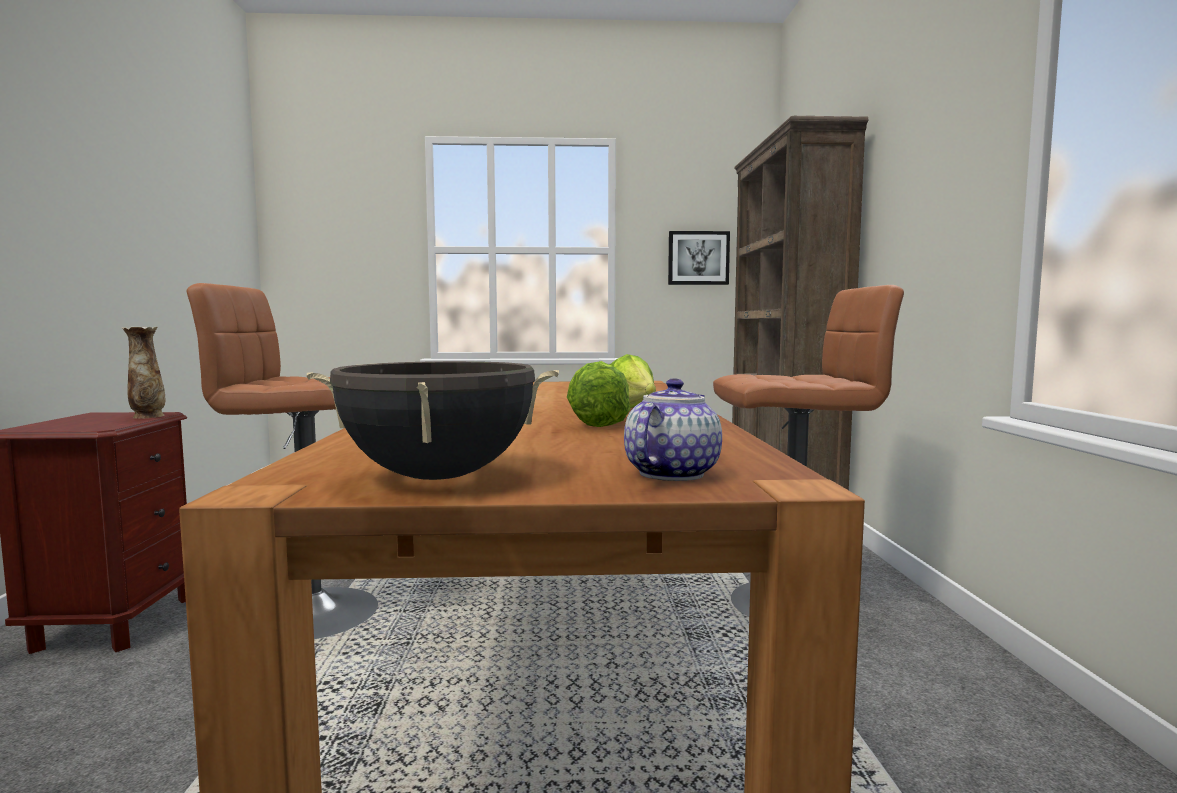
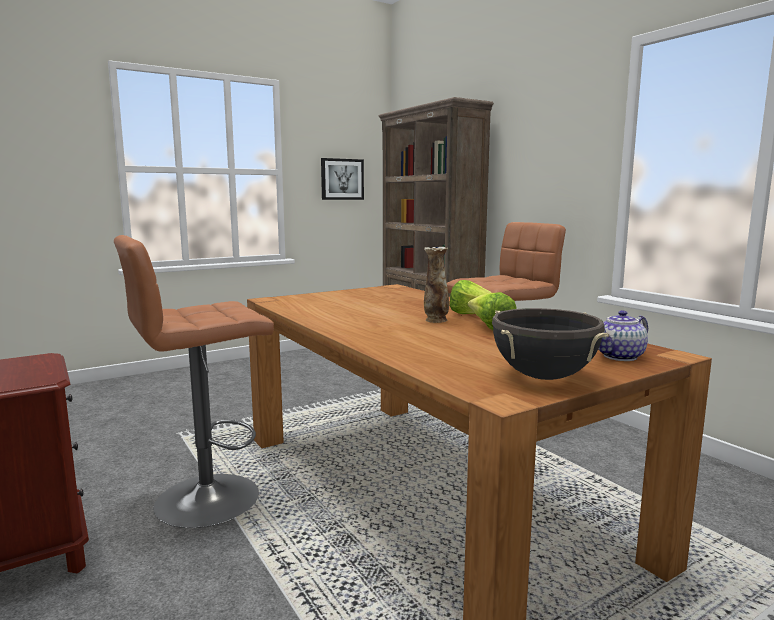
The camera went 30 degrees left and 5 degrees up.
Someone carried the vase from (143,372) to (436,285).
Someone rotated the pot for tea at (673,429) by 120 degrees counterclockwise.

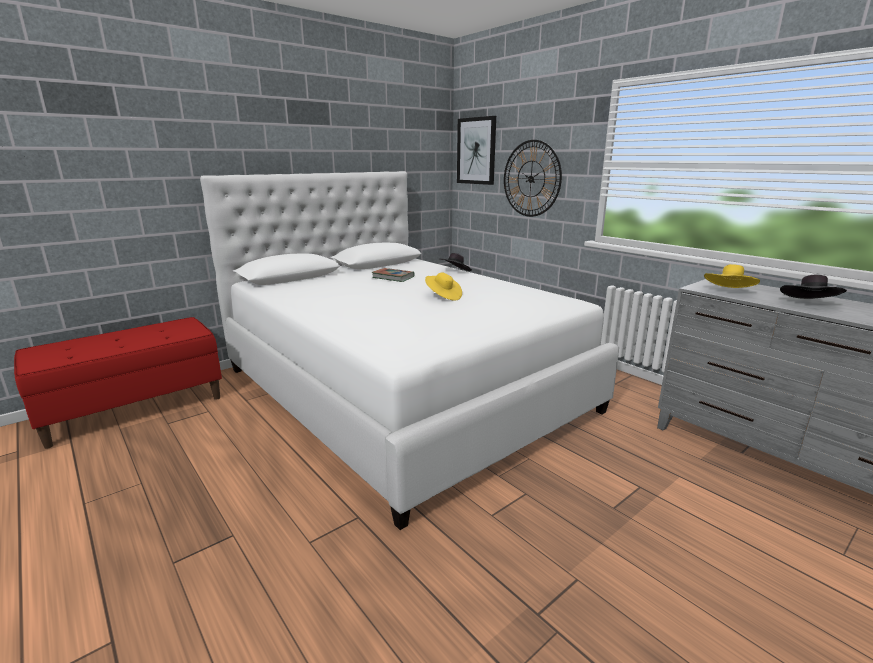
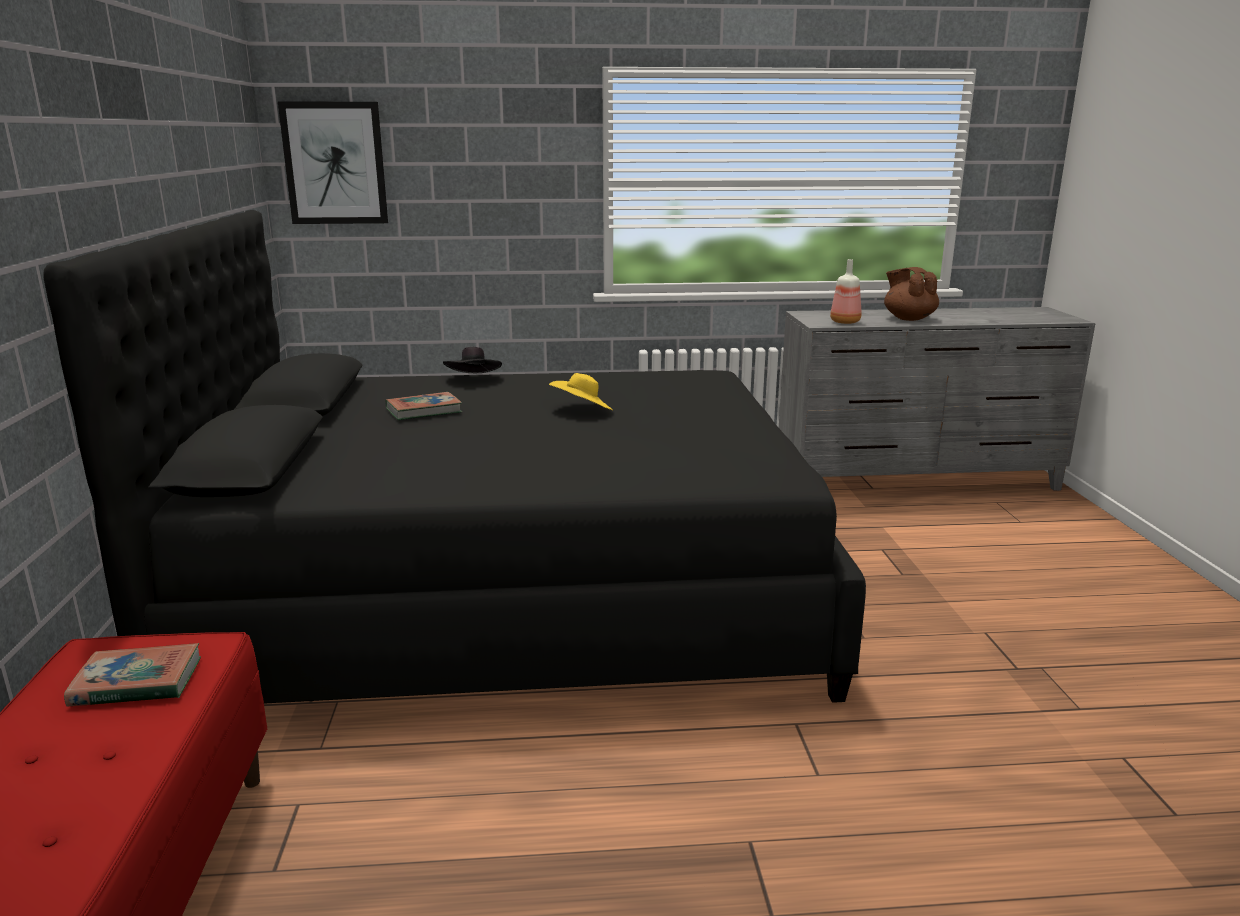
The camera went 55 degrees left and 0 degrees up.
Someone repainted the white sleeping bed at (409,350), which became the blackish sleeping bed at (454,457).
Someone took away the clock on the wall at (533,178).
Someone swapped the yellow-coloured wearable hat at (732,276) for the beverage bottle at (845,291).
Someone swapped the blackish wearable hat at (813,286) for the brown pot for tea at (911,294).
Someone put down the book at (132,675).

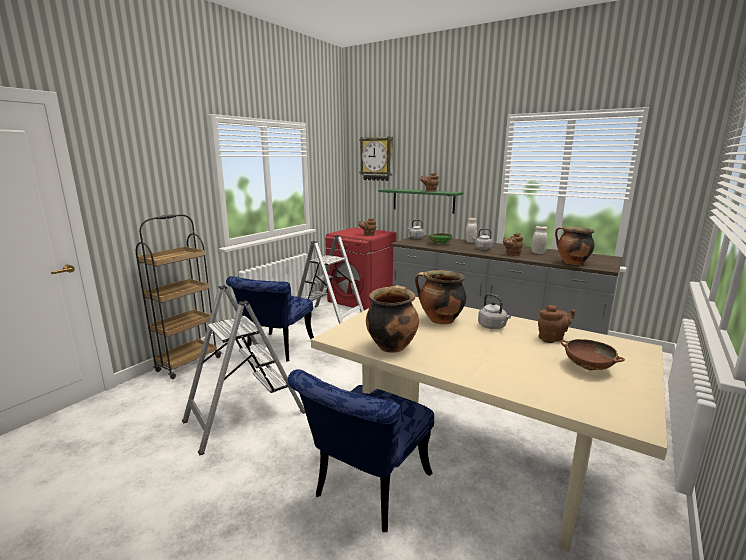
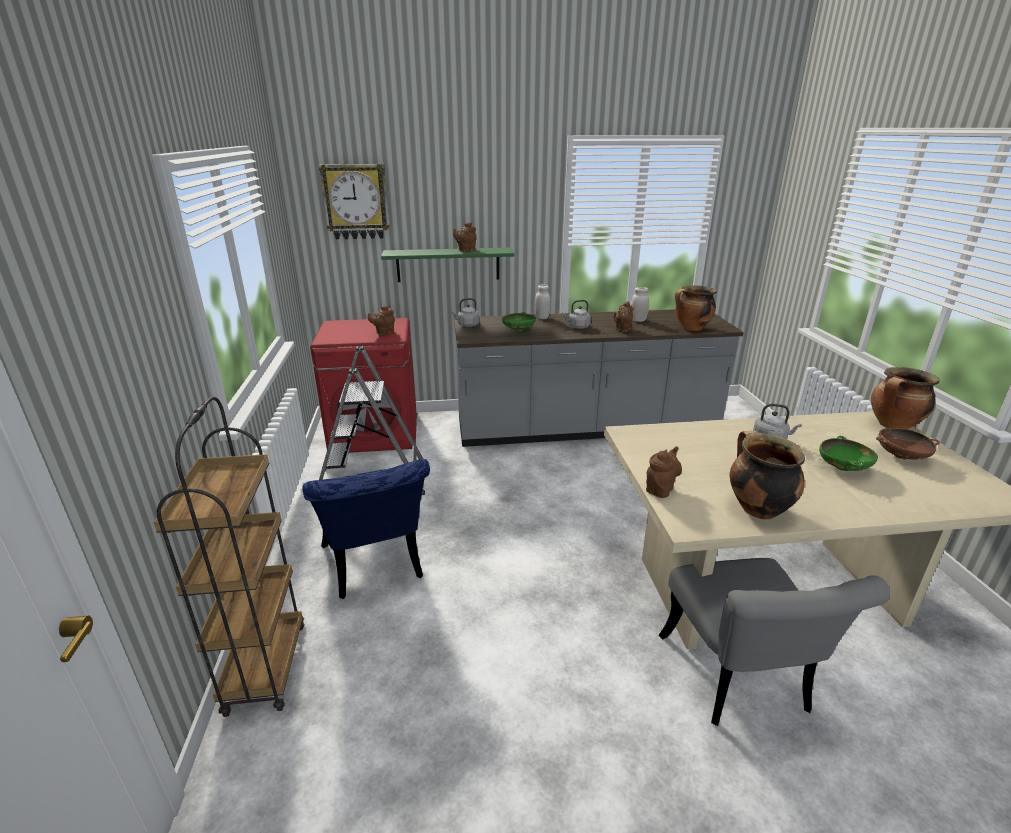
The camera went 40 degrees left and 10 degrees up.
Someone took away the grey step ladder at (244,370).
Someone repainted the blue plain chair at (361,450), which became the grey plain chair at (774,642).
Someone carried the cooking pot from (440,297) to (905,398).
Someone carried the brown pot for tea from (556,324) to (664,472).
Someone put down the greenish serving bowl at (848,453).

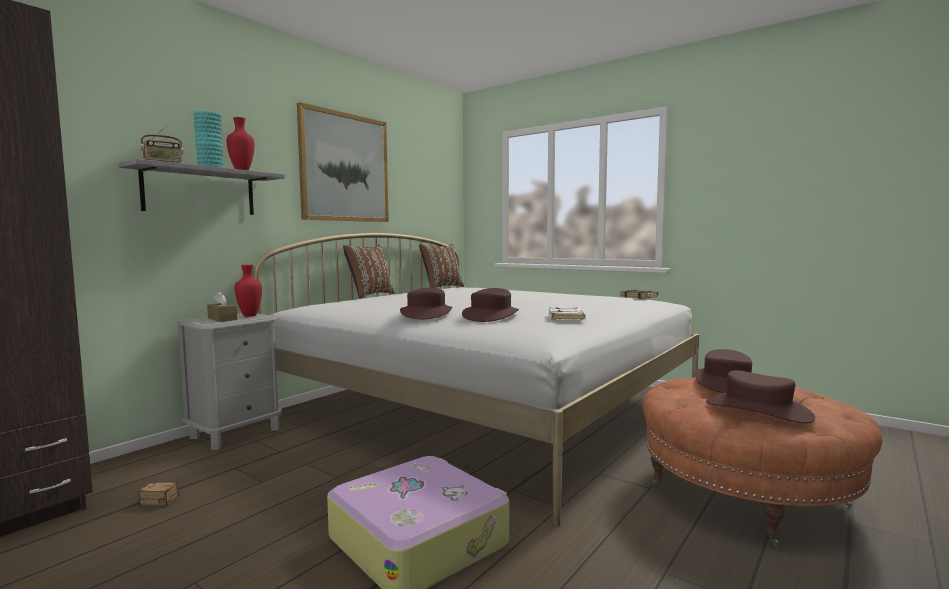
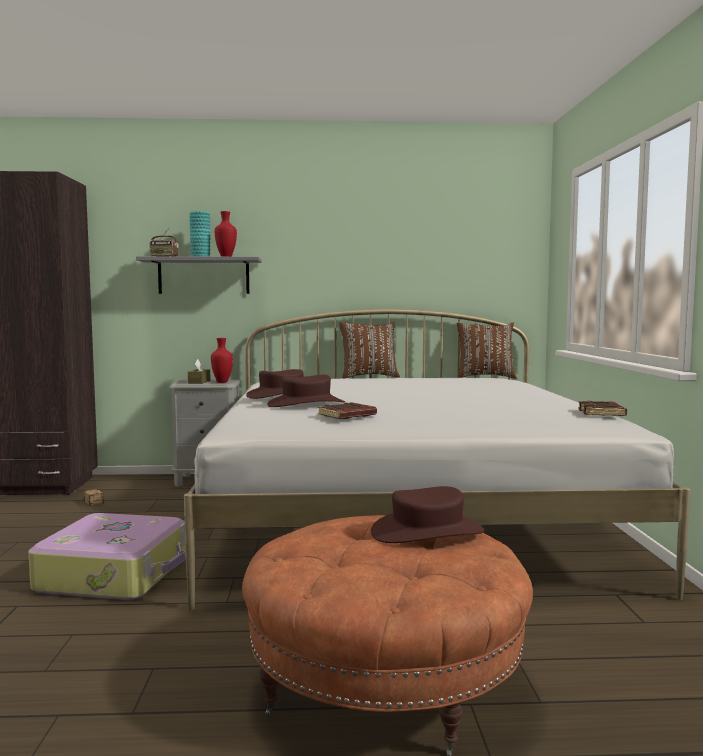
The camera went 50 degrees right and 0 degrees up.
Someone took away the wall art at (343,162).
Someone repainted the white book at (567,313), which became the brown book at (347,410).
Someone took away the brown wearable hat at (760,397).

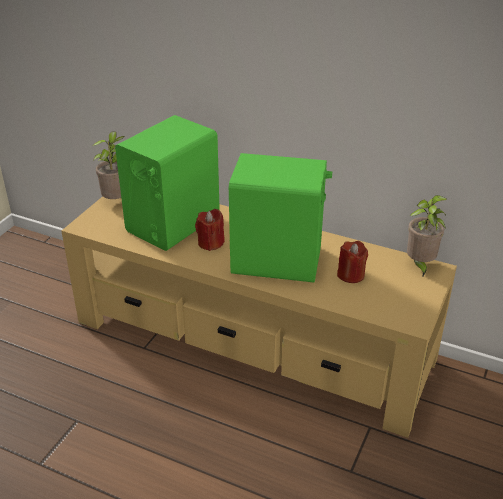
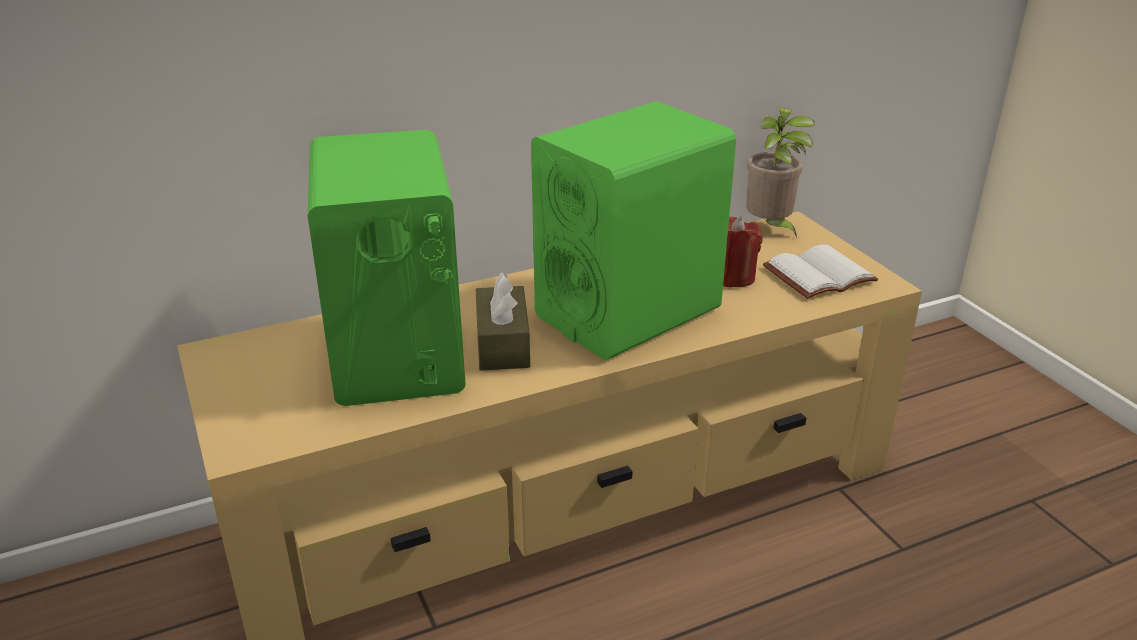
The camera went 50 degrees left and 5 degrees down.
Someone took away the potted plant at (108,165).
Someone swapped the reddish candle at (210,230) for the brown tissue holder at (503,321).
Someone put down the white book at (820,272).

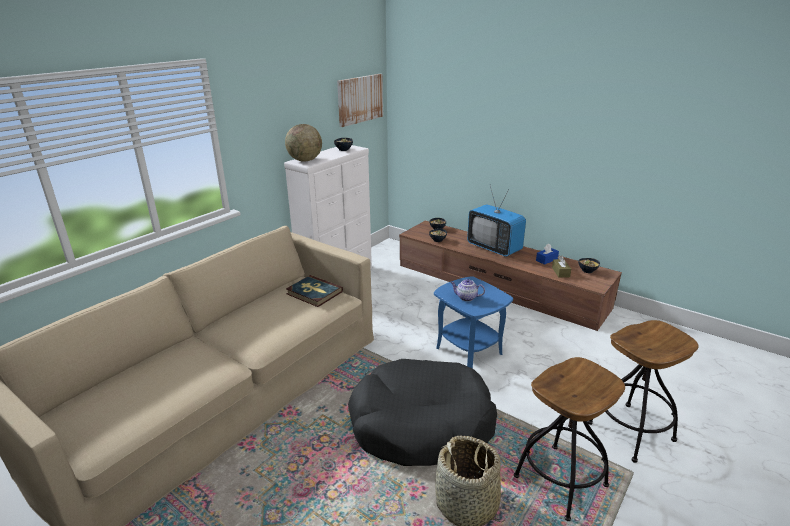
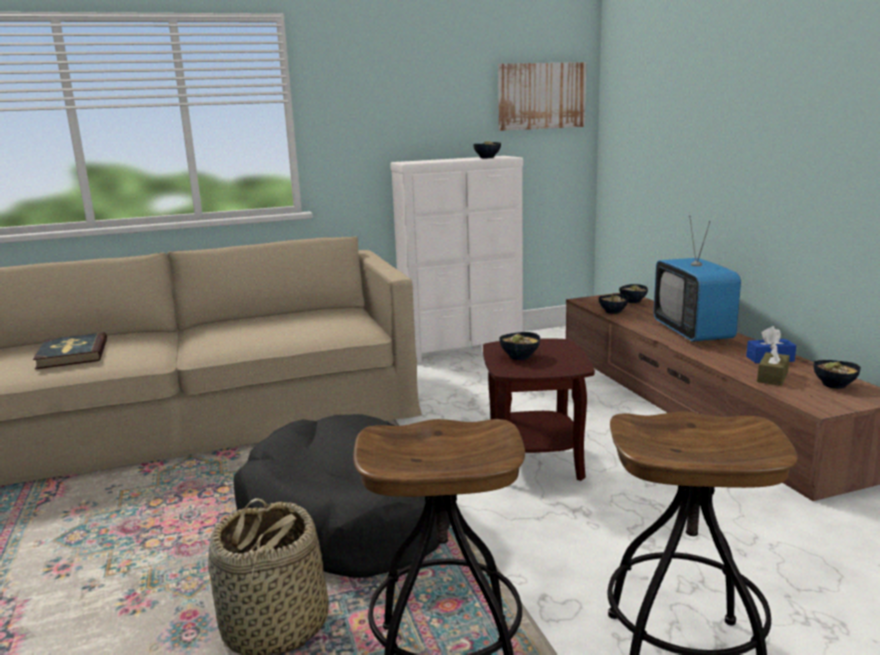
The camera went 35 degrees right and 10 degrees down.
Someone took away the desk globe at (303,143).
Someone carried the book from (314,291) to (70,350).
Someone repainted the blue side table at (473,322), which became the brown side table at (539,409).
Someone swapped the pot for tea at (467,290) for the serving bowl at (519,346).

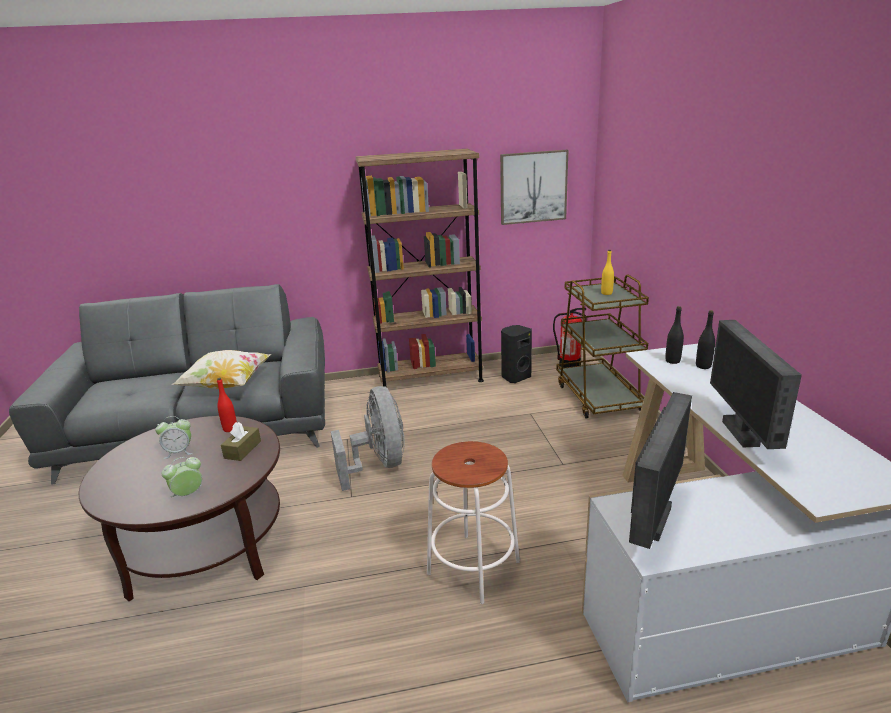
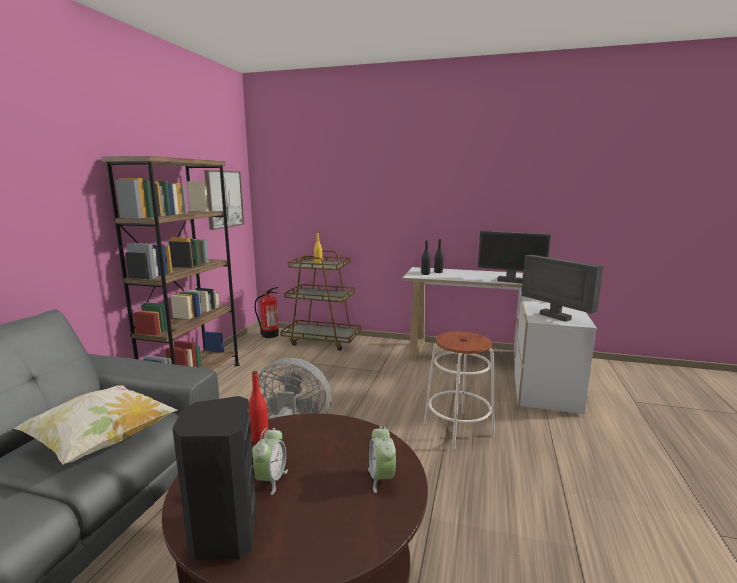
The camera went 65 degrees left and 10 degrees down.
Someone took away the brown tissue holder at (241,441).
Someone carried the blackish loudspeaker from (516,354) to (214,478).

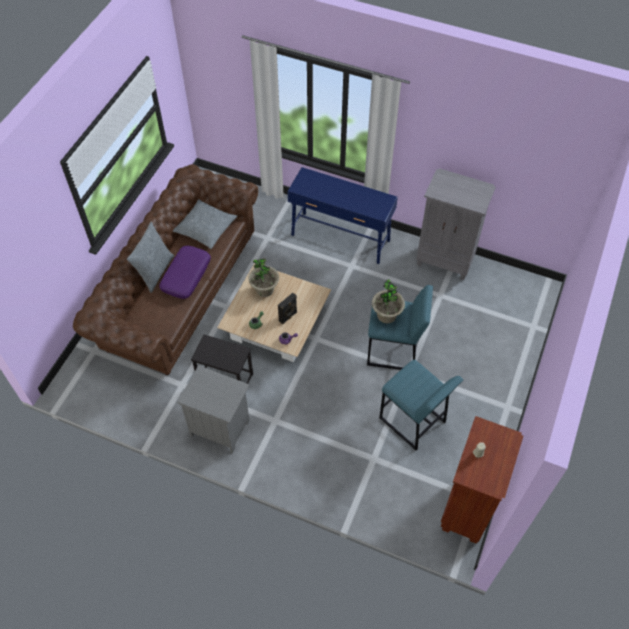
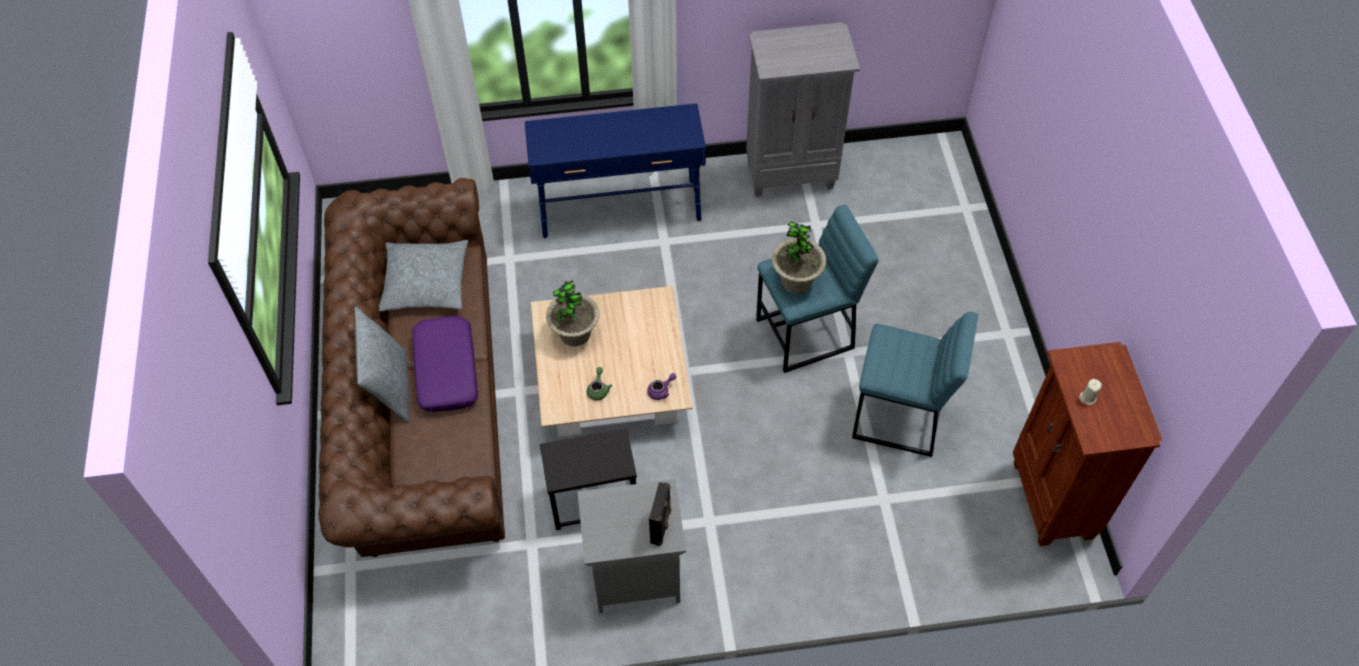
The camera went 30 degrees left and 0 degrees up.
Someone carried the blackish loudspeaker from (287,308) to (660,514).

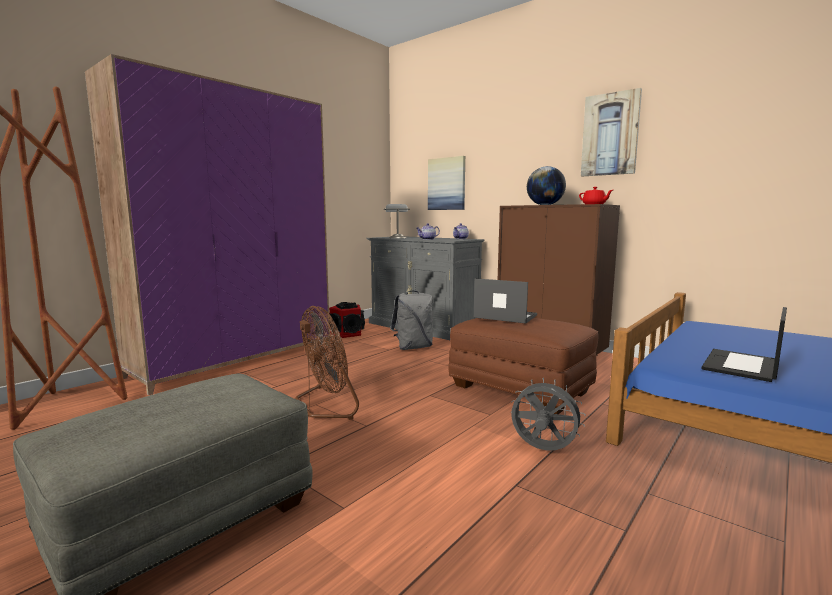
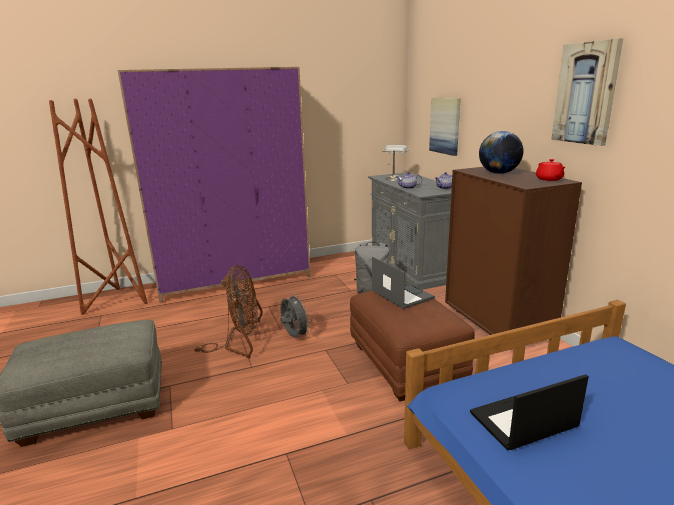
The camera went 30 degrees right and 10 degrees up.
Someone took away the loudspeaker at (347,320).
Someone carried the grey fan from (548,414) to (295,315).

